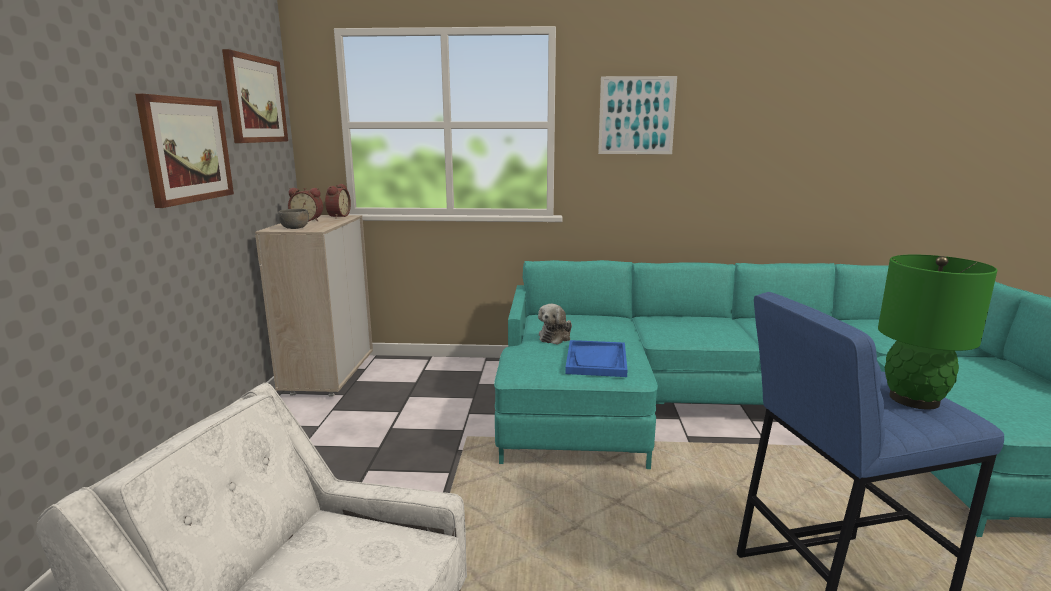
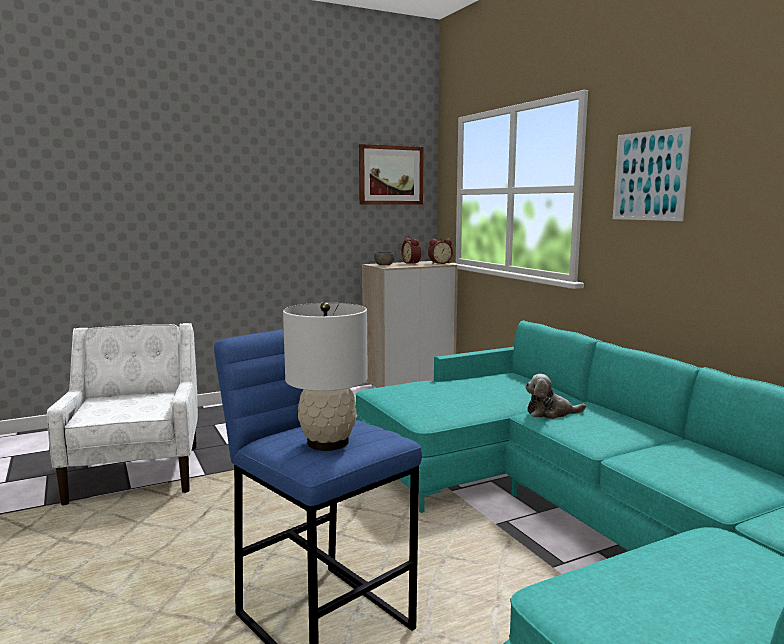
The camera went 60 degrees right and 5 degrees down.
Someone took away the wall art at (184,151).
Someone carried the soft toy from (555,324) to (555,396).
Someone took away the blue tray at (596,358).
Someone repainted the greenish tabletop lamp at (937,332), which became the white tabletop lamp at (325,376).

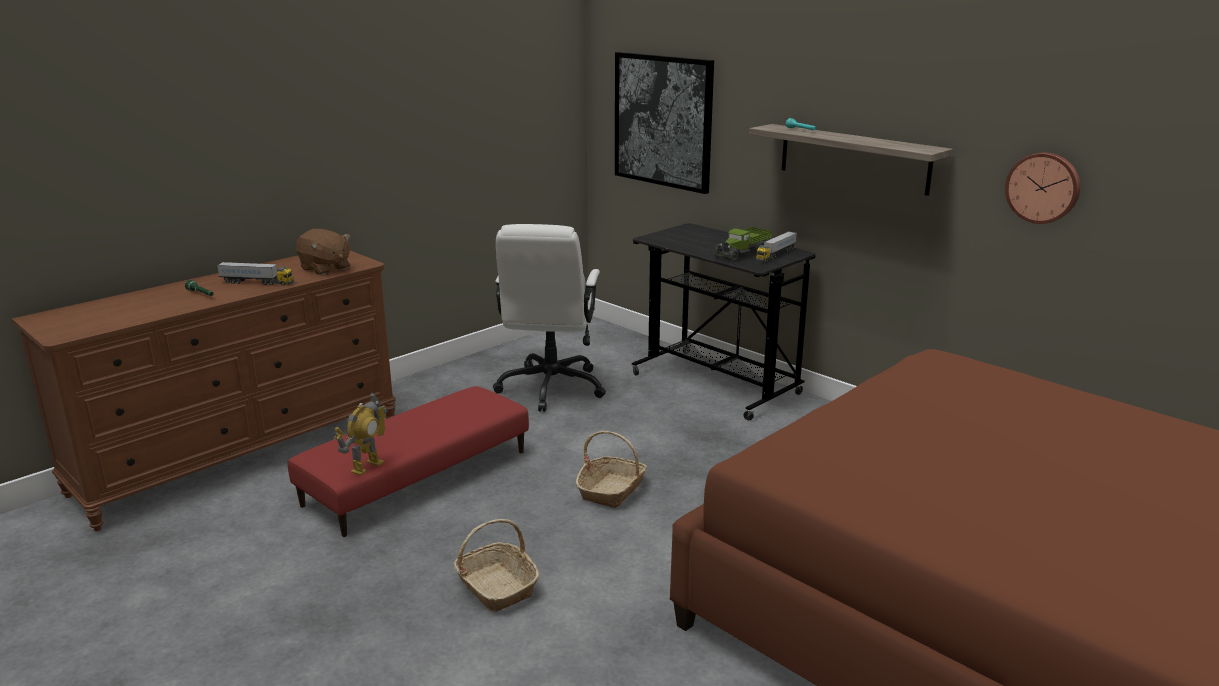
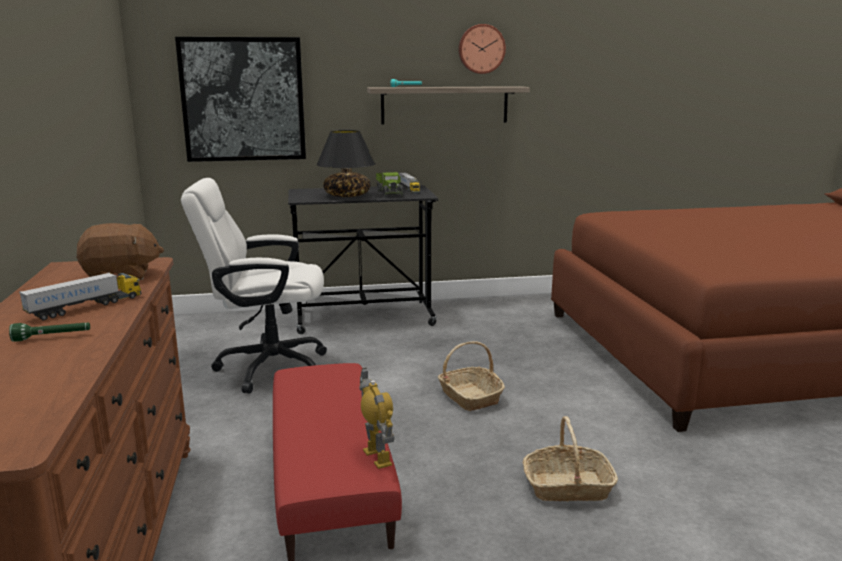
The camera went 55 degrees left and 5 degrees down.
Someone rotated the white computer chair at (549,318) by 135 degrees clockwise.
Someone carried the clock on the wall from (1042,188) to (482,49).
Someone put down the blackish tabletop lamp at (346,163).

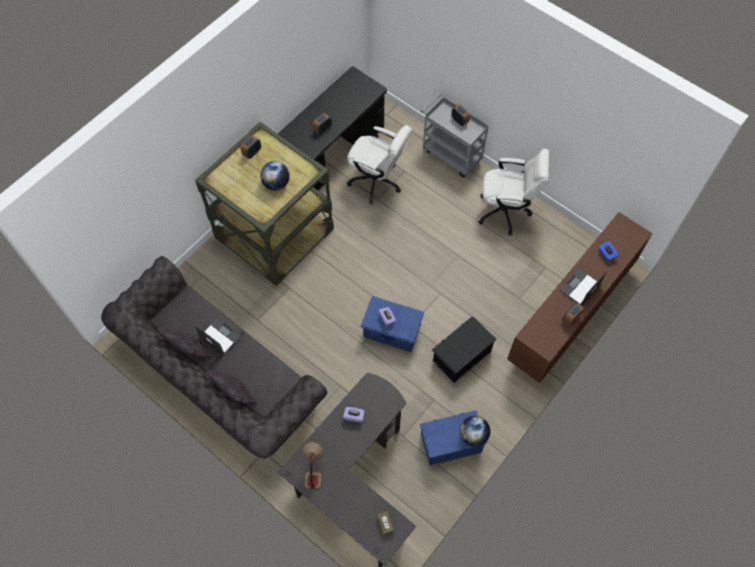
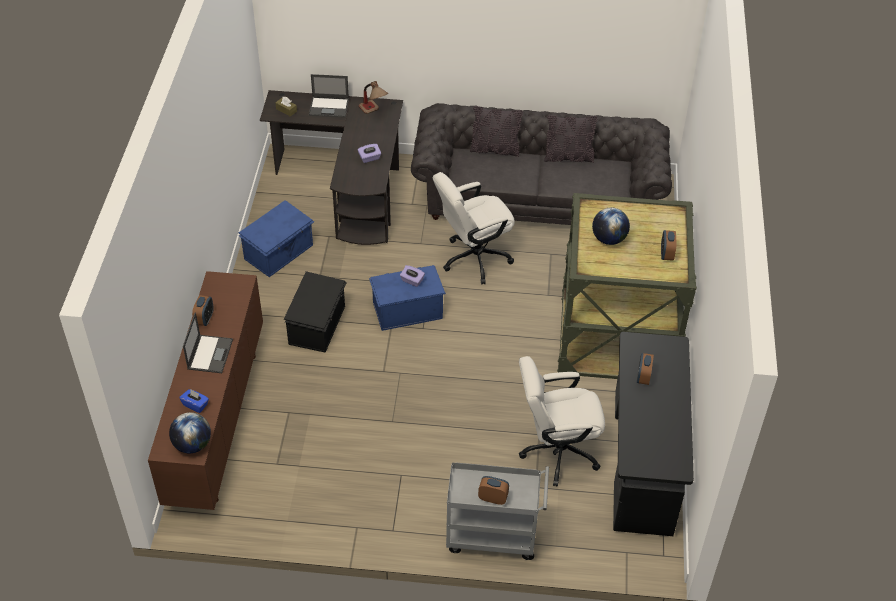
The camera went 145 degrees right and 15 degrees down.
Someone carried the notebook computer from (218,336) to (329,96).
Someone carried the desk globe from (475,431) to (190,432).
Someone carried the white computer chair from (514,192) to (474,228).

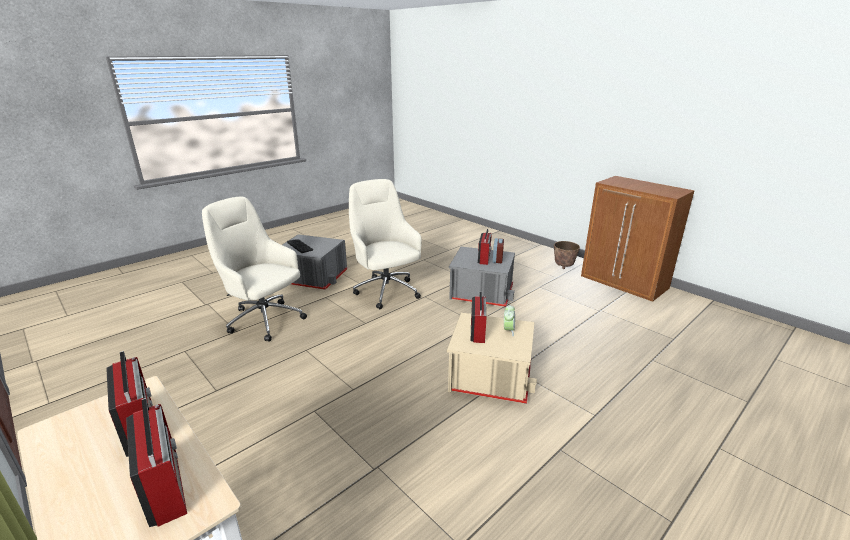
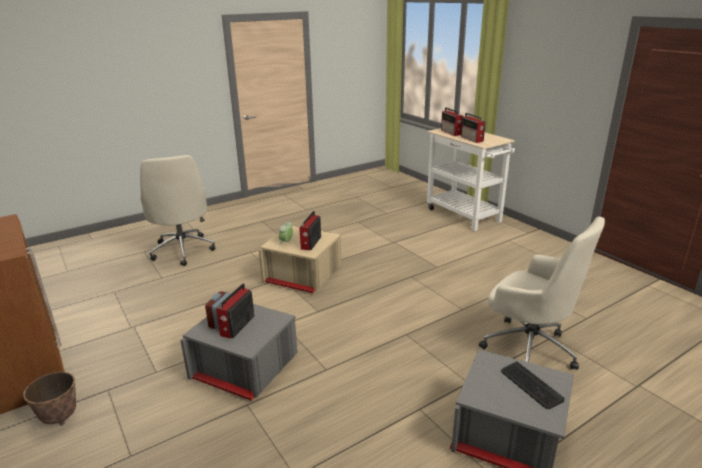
The camera went 170 degrees left and 0 degrees up.
Someone carried the beige computer chair from (385,244) to (177,210).

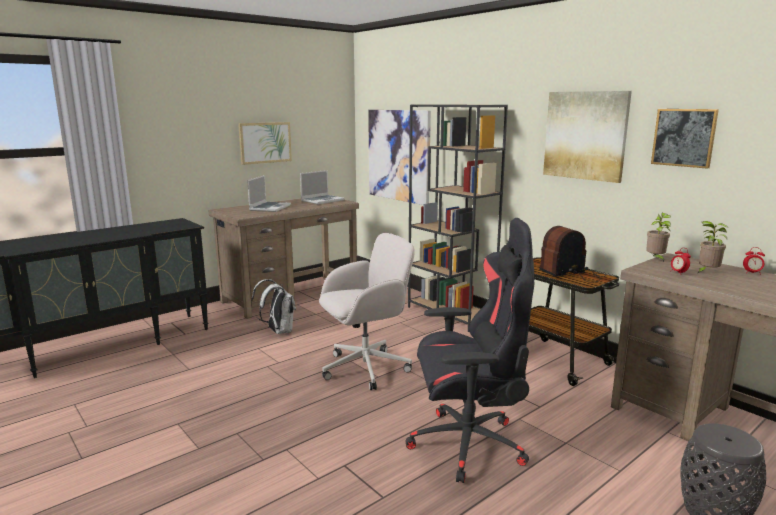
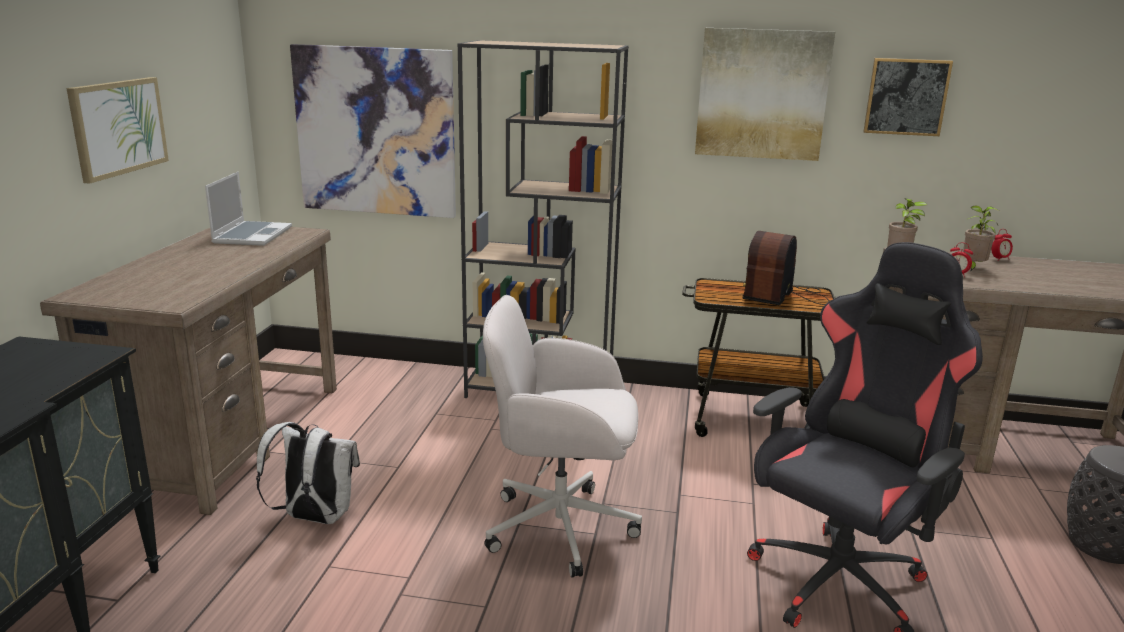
The camera went 40 degrees left and 5 degrees up.
Someone took away the notebook computer at (269,193).
Someone rotated the white computer chair at (367,311) by 105 degrees counterclockwise.

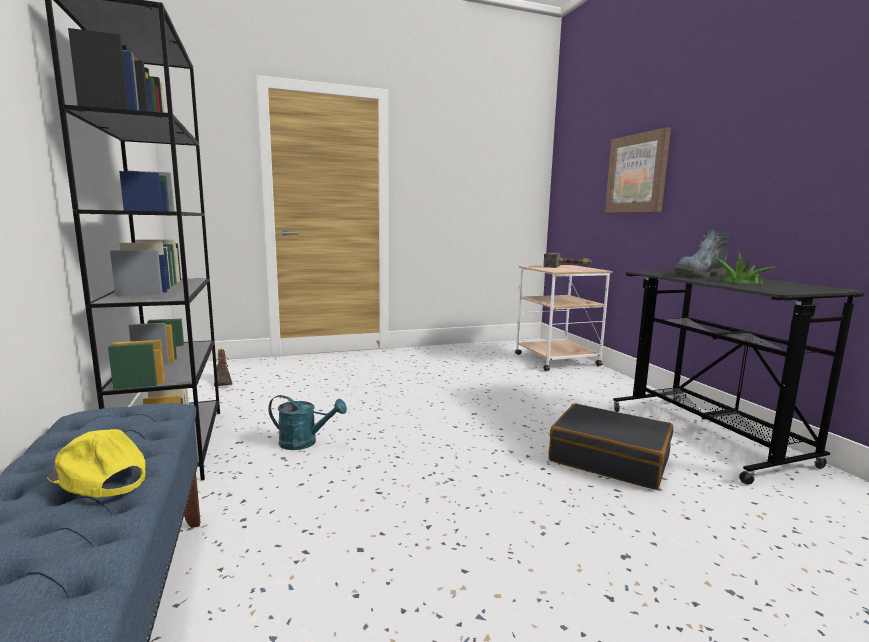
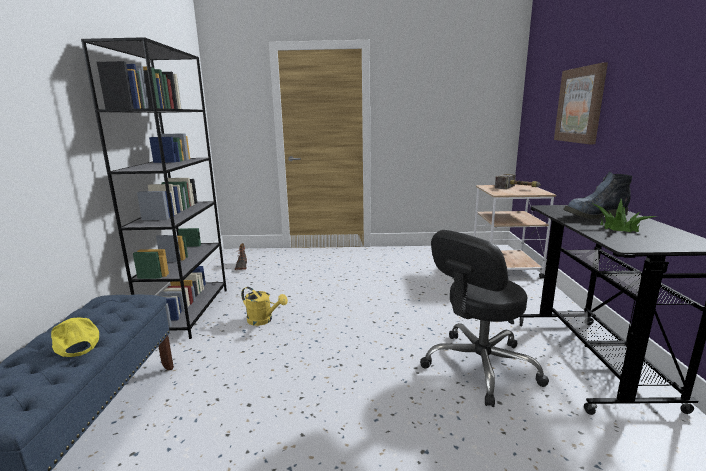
The camera went 20 degrees right and 5 degrees up.
Someone repainted the blue-green sprinkling can at (308,422), which became the yellow-coloured sprinkling can at (264,306).
Someone swapped the blackish suitcase at (610,446) for the blackish computer chair at (484,318).

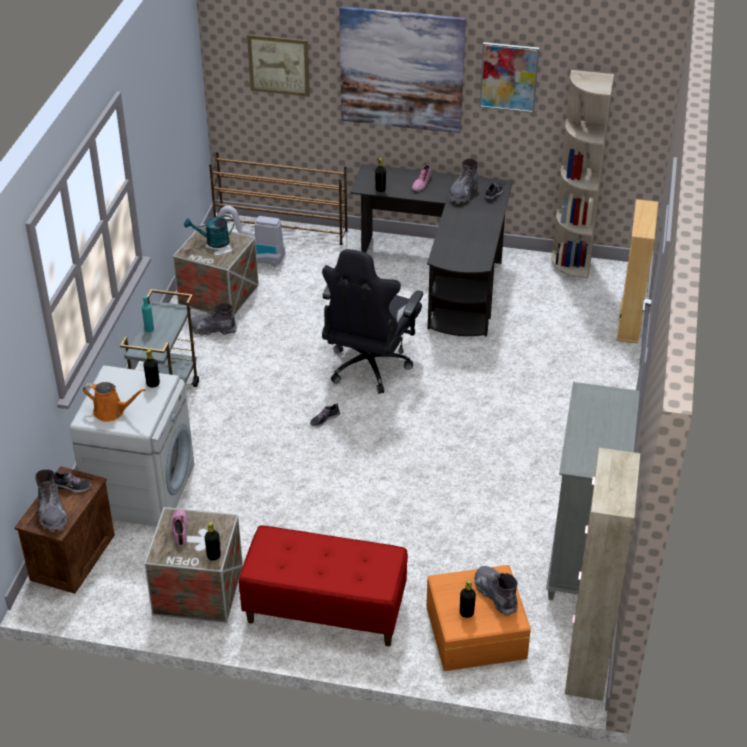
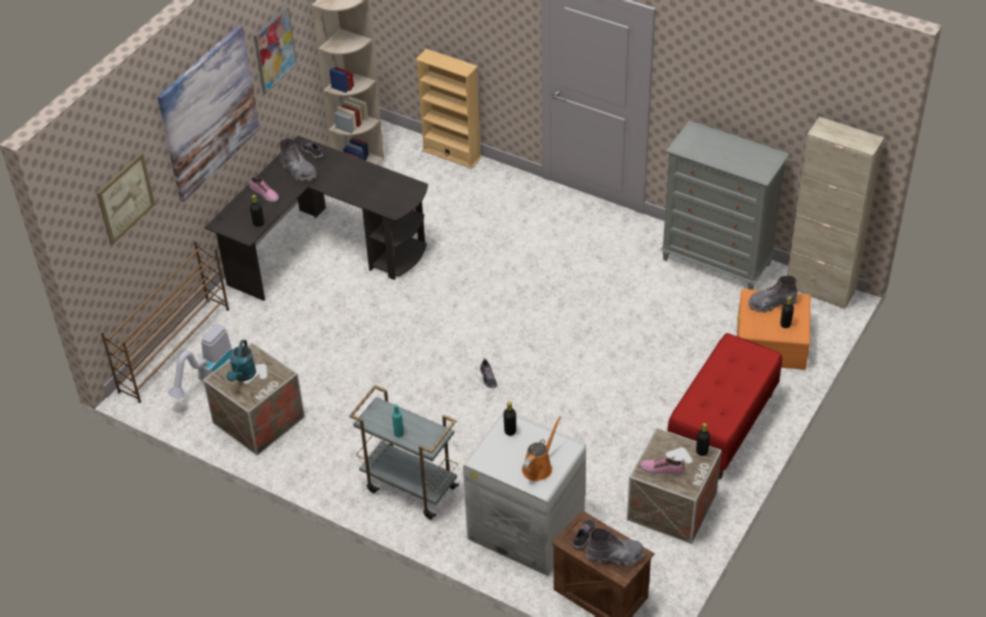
The camera went 70 degrees left and 5 degrees up.
Someone took away the grey boot at (214,319).
Someone took away the blackish computer chair at (372,321).

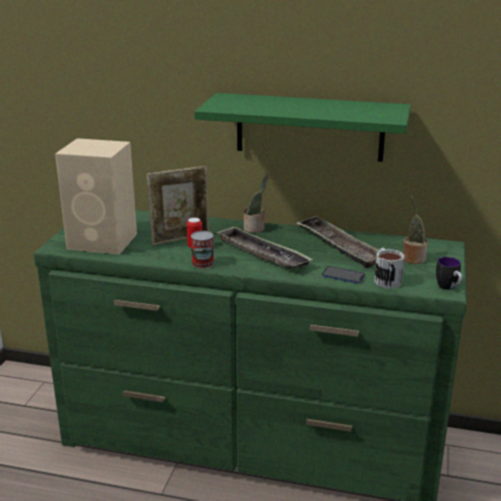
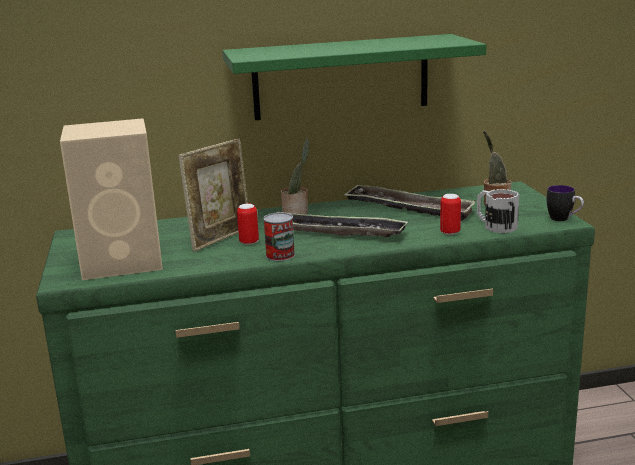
The camera went 25 degrees left and 5 degrees down.
Someone swapped the phone at (343,275) for the metal can at (450,214).

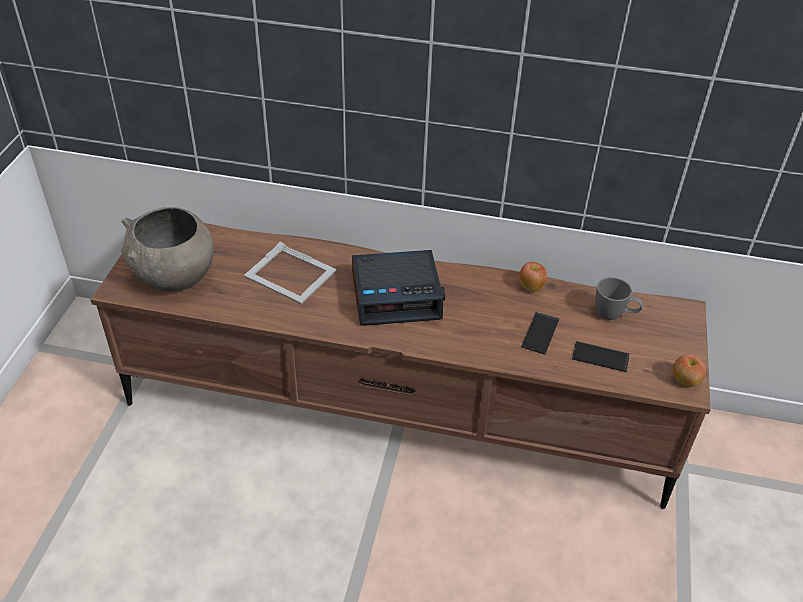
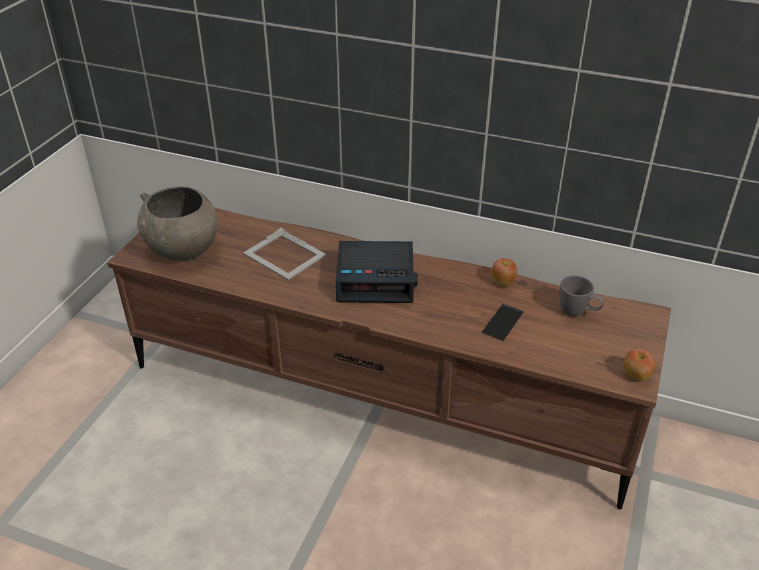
The camera went 10 degrees right and 5 degrees down.
Someone took away the phone at (601,356).

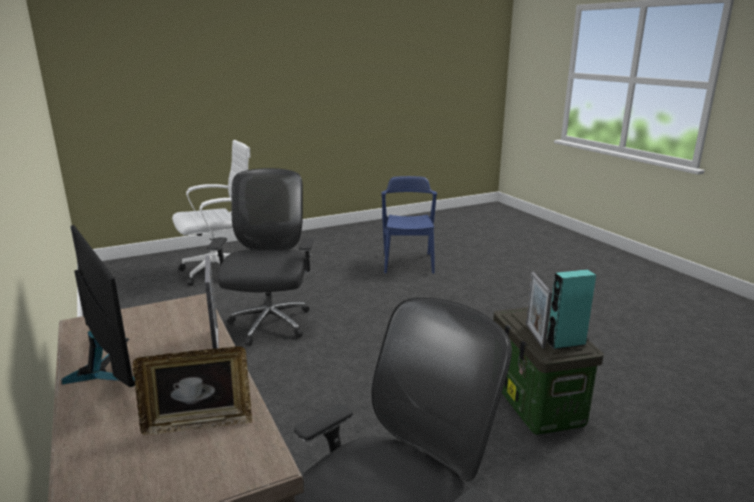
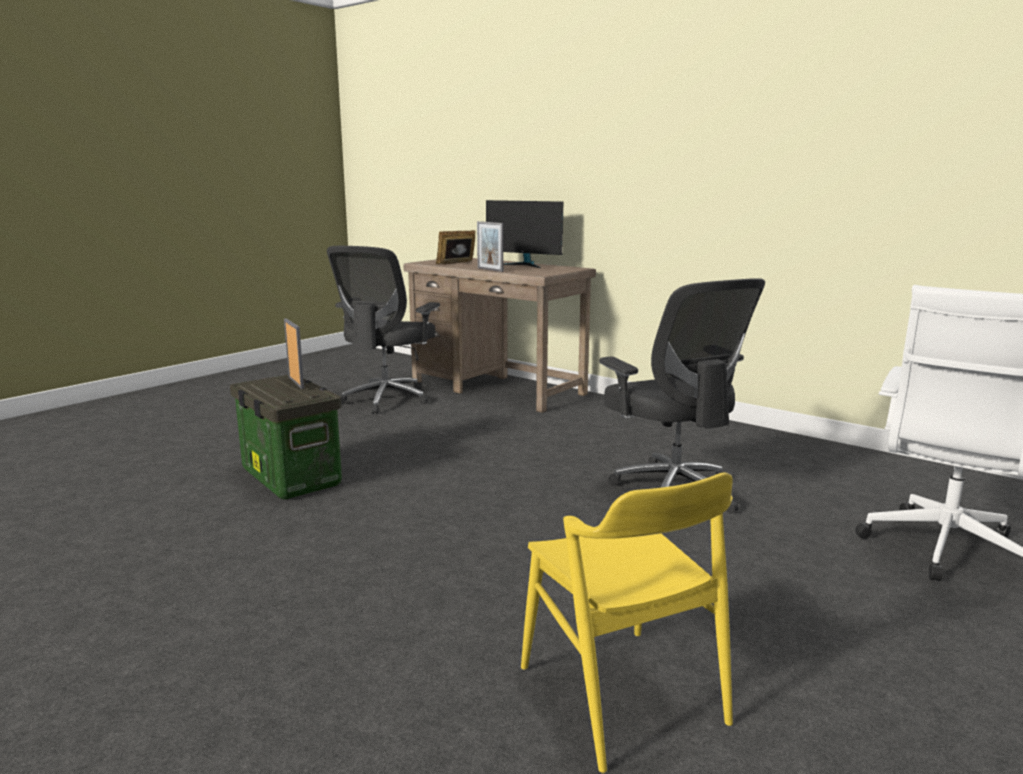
The camera went 155 degrees right and 5 degrees down.
Someone repainted the blue plain chair at (409,225), which became the yellow-coloured plain chair at (627,623).
Someone took away the blue-green loudspeaker at (571,309).

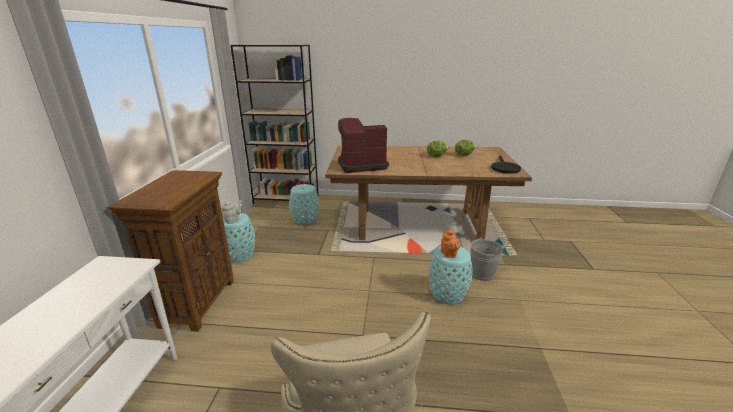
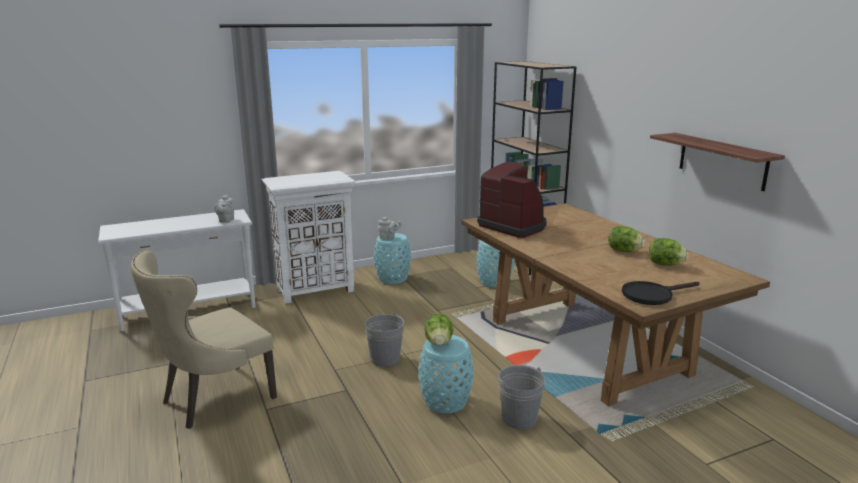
The camera went 60 degrees right and 5 degrees down.
Someone repainted the brown storage cabinet at (170,251), which became the white storage cabinet at (309,237).
Someone swapped the orange-coloured pot for tea at (451,243) for the head of lettuce at (439,329).
Someone put down the grey pot for tea at (224,208).
Someone put down the grey bucket at (384,339).
Someone put up the wall shelf at (717,162).

